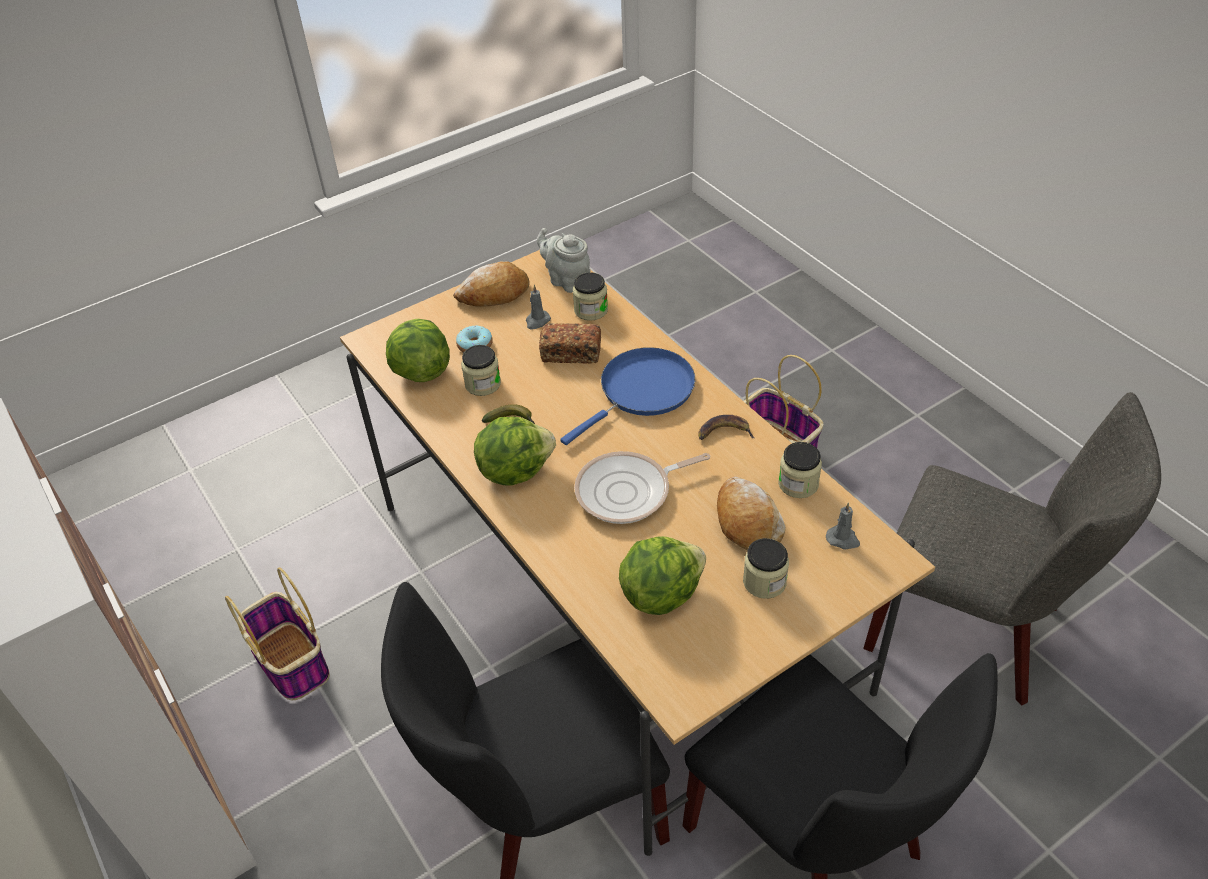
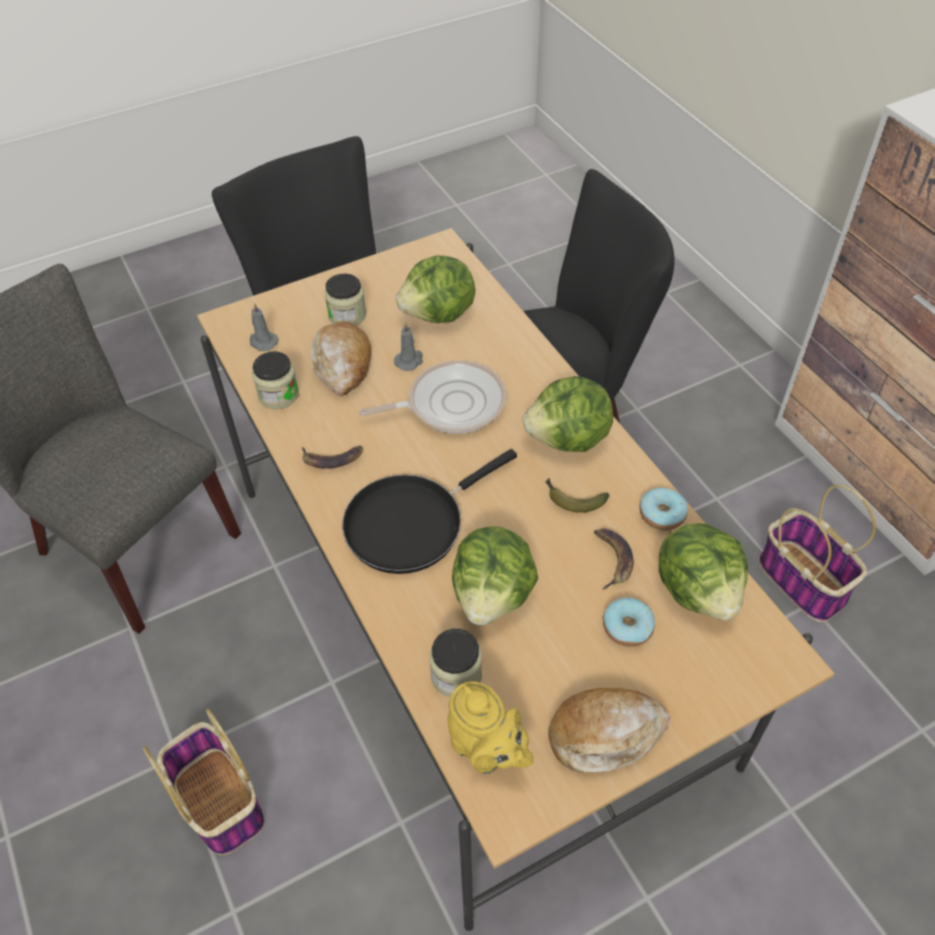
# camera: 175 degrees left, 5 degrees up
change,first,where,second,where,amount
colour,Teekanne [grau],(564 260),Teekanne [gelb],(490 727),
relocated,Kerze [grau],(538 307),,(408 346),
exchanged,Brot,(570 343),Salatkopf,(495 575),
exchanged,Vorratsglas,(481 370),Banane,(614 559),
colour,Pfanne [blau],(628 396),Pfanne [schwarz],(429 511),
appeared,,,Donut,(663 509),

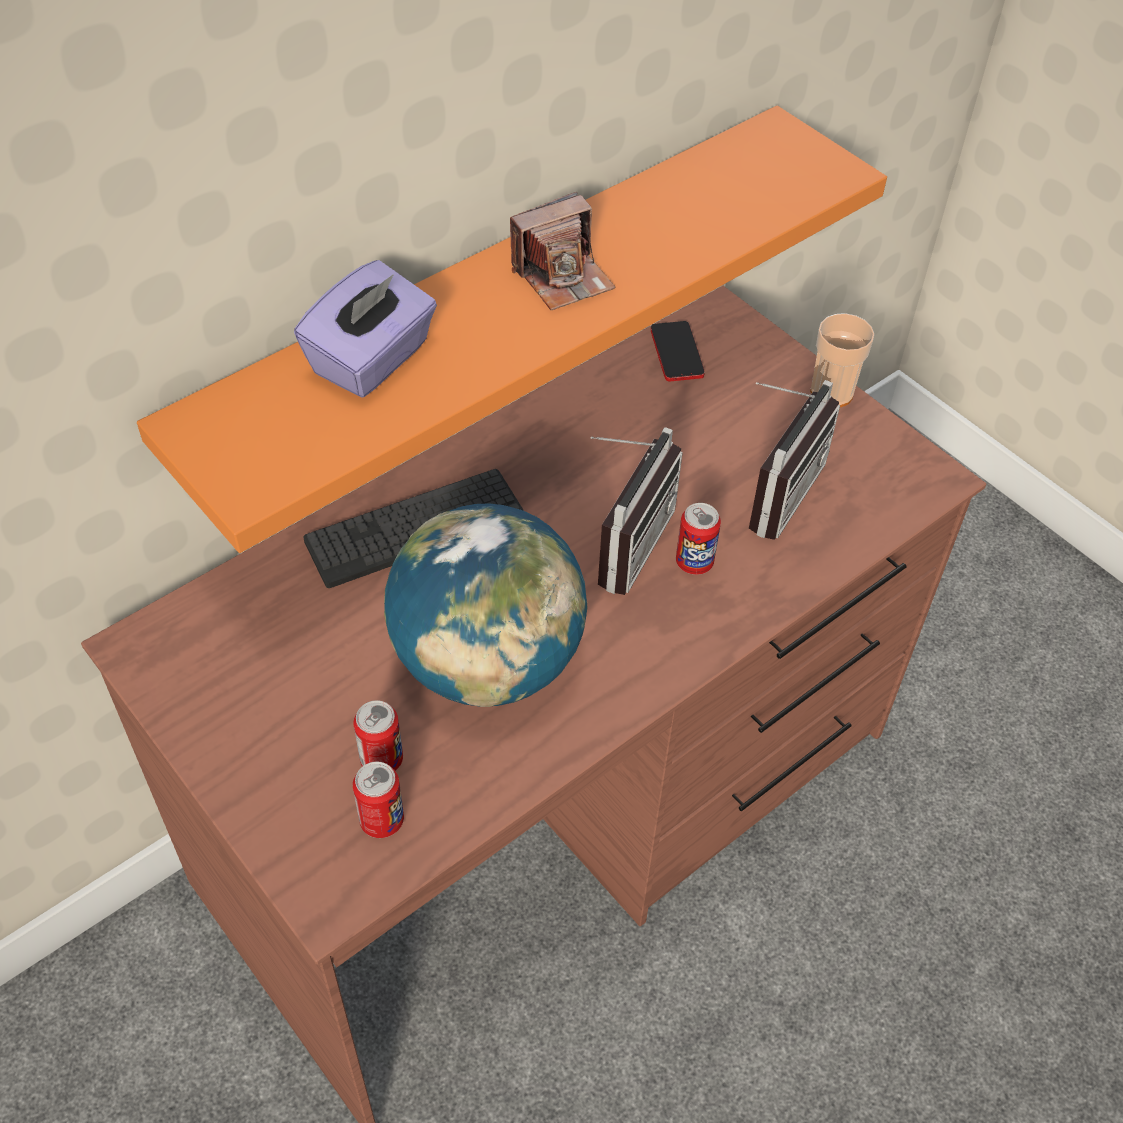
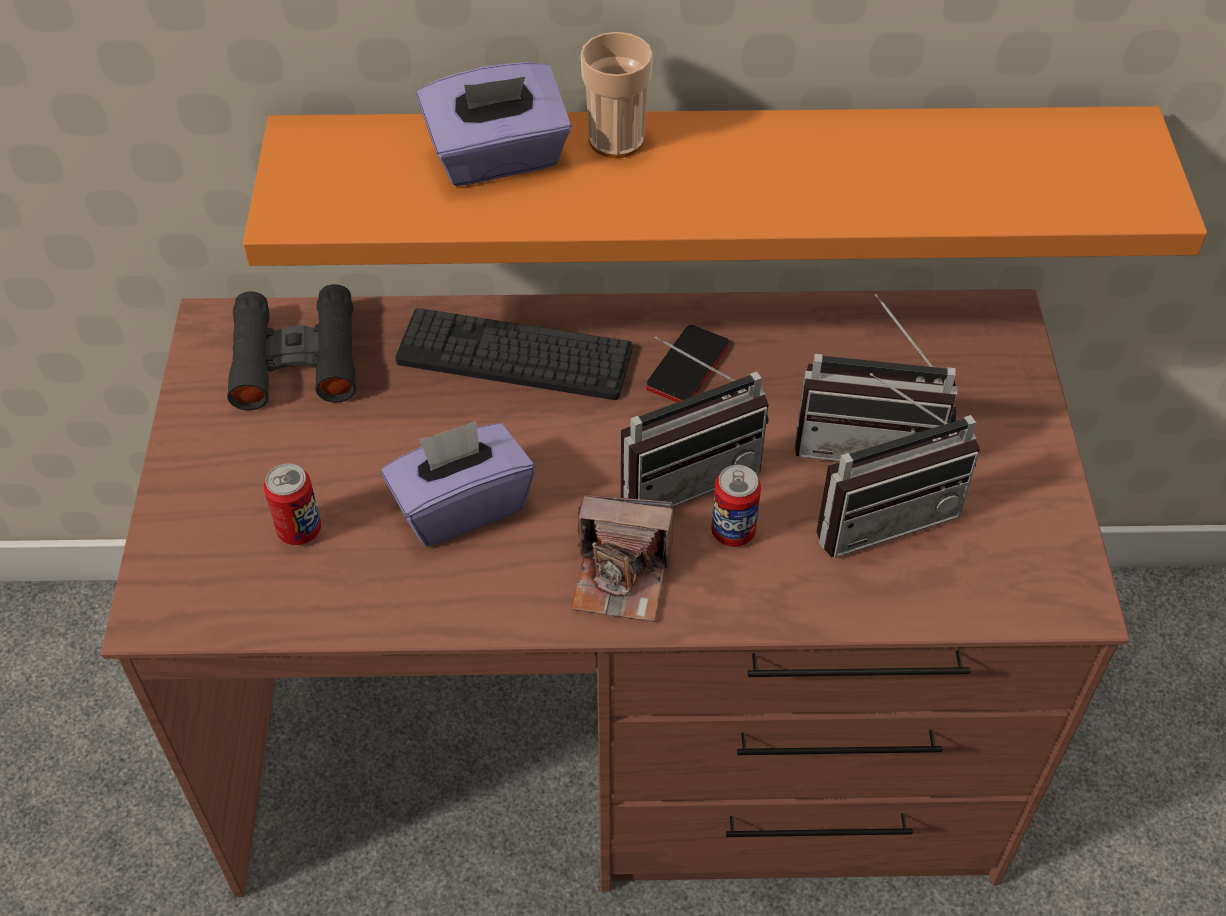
# camera: 40 degrees right, 0 degrees up
change,first,where,second,where,amount
relocated,Kamera,(562 251),,(622 558),
relocated,Tasse,(842 360),,(616 95),
relocated,Handy,(678 351),,(687 363),
exchanged,Globus,(485 605),Taschentuchbox [lila],(458 484),
missing,Dose,(378 800),,,
appeared,,,Fernglas [schwarz],(291 347),
appeared,,,Radio,(875 378),

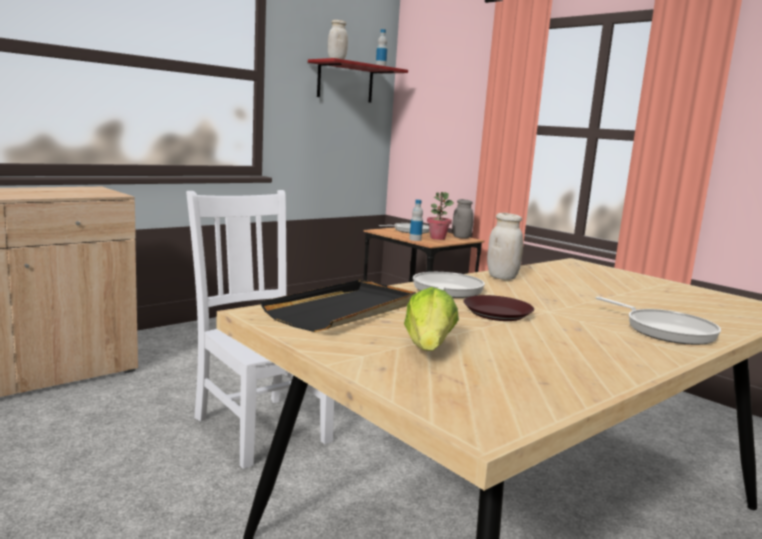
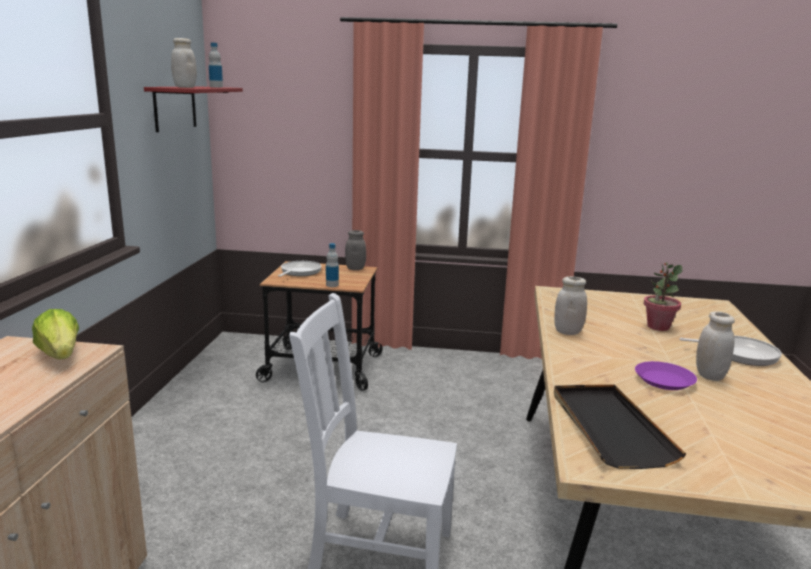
# camera: 40 degrees left, 5 degrees up
change,first,where,second,where,amount
relocated,Topfpflanze,(440 216),,(663 296),
missing,Pfanne,(449 285),,,
relocated,Salatkopf,(431 319),,(55 334),
colour,Teller [braun],(498 308),Teller [lila],(666 375),
appeared,,,Vorratsglas [weiß],(715 346),

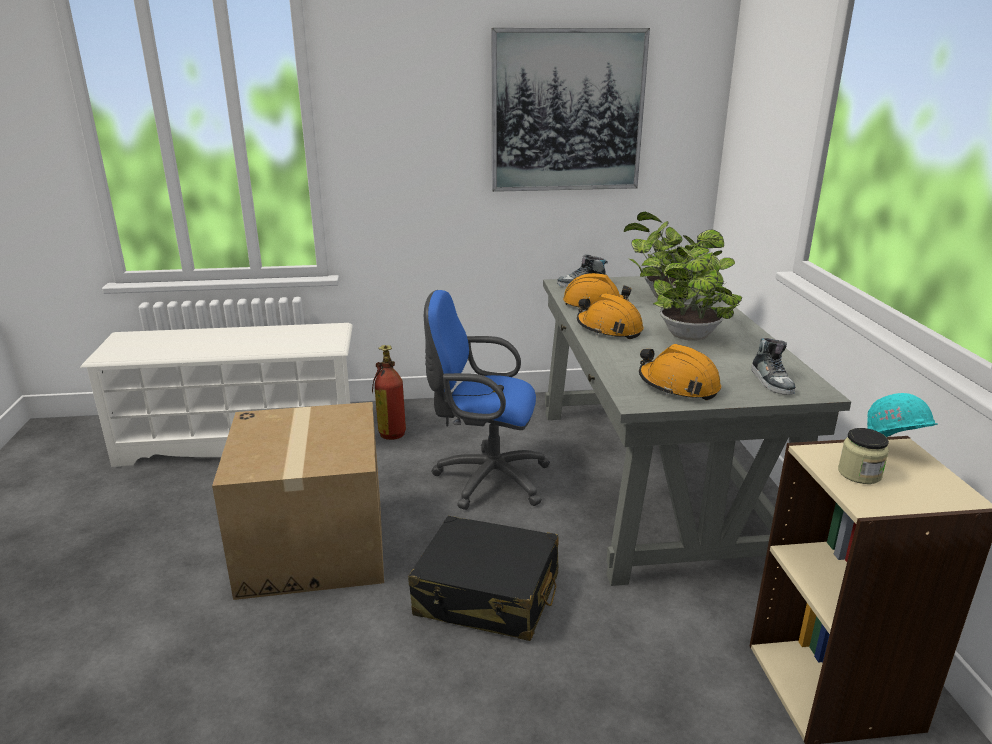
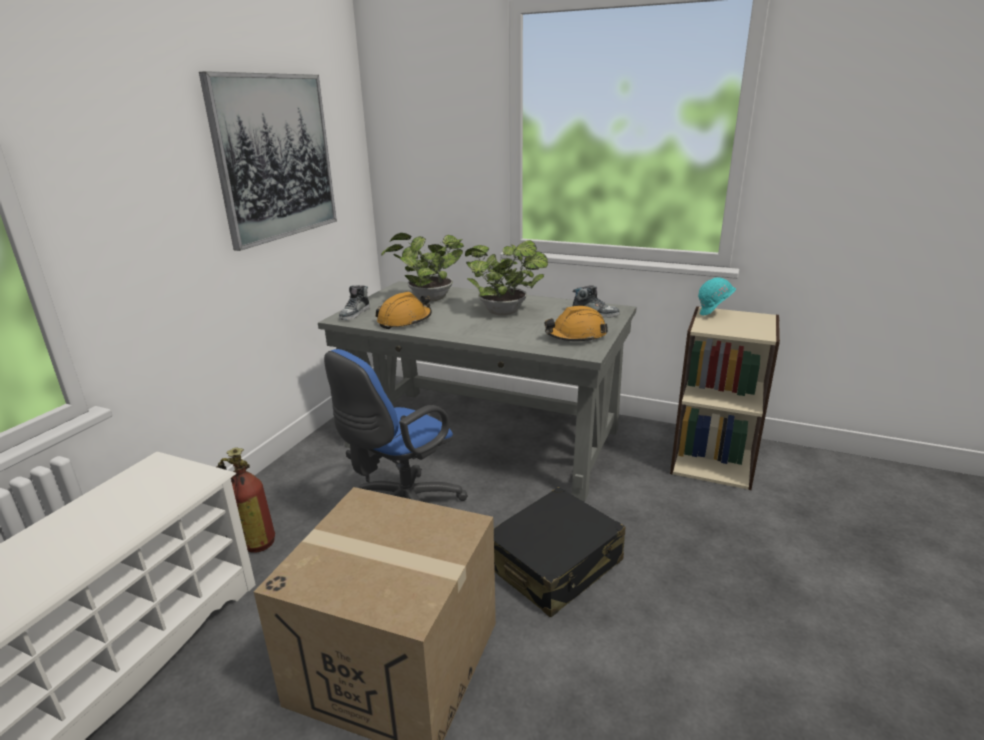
# camera: 60 degrees left, 0 degrees up
change,first,where,second,where,amount
missing,Schutzhelm [orange],(610 316),,,
missing,Vorratsglas,(863 456),,,

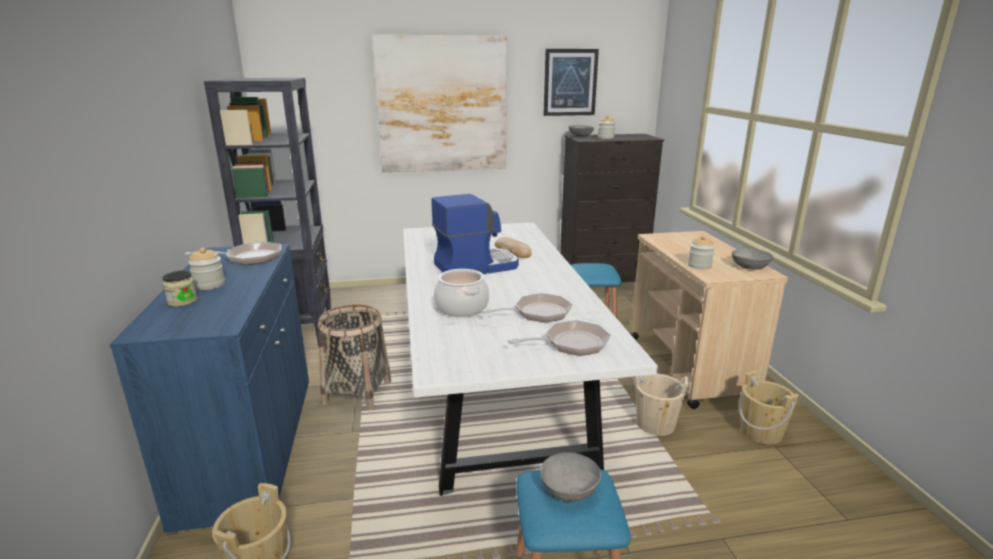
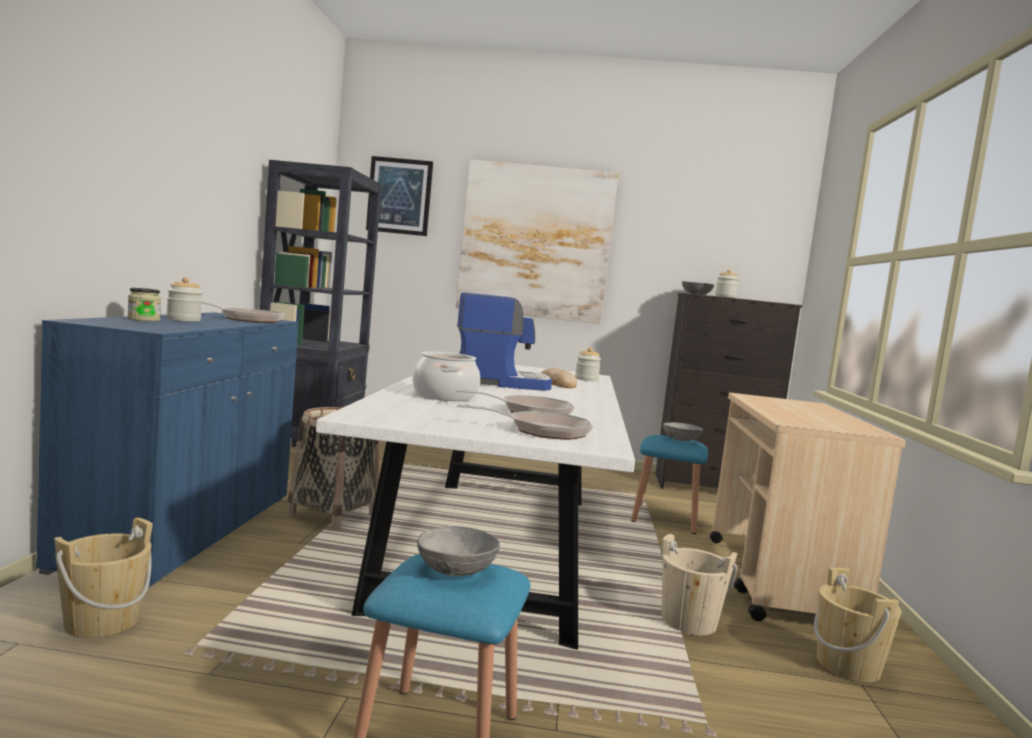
# camera: 15 degrees right, 15 degrees down
change,first,where,second,where,amount
relocated,Bild,(571 82),,(399 196),
relocated,Vorratsglas,(701 252),,(588 364),
relocated,Schüssel [grau],(752 258),,(683 431),

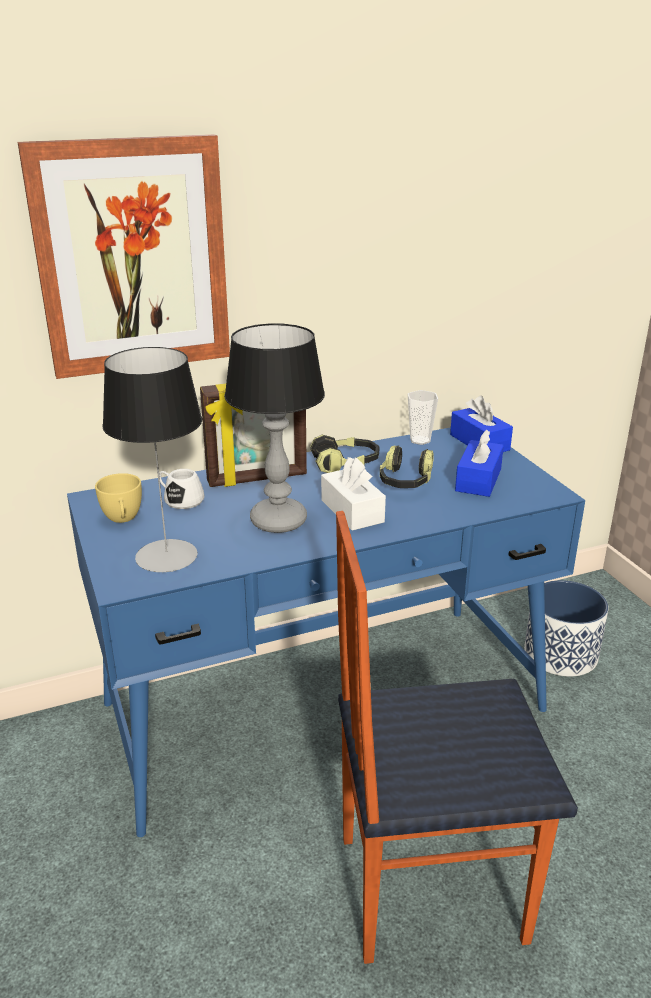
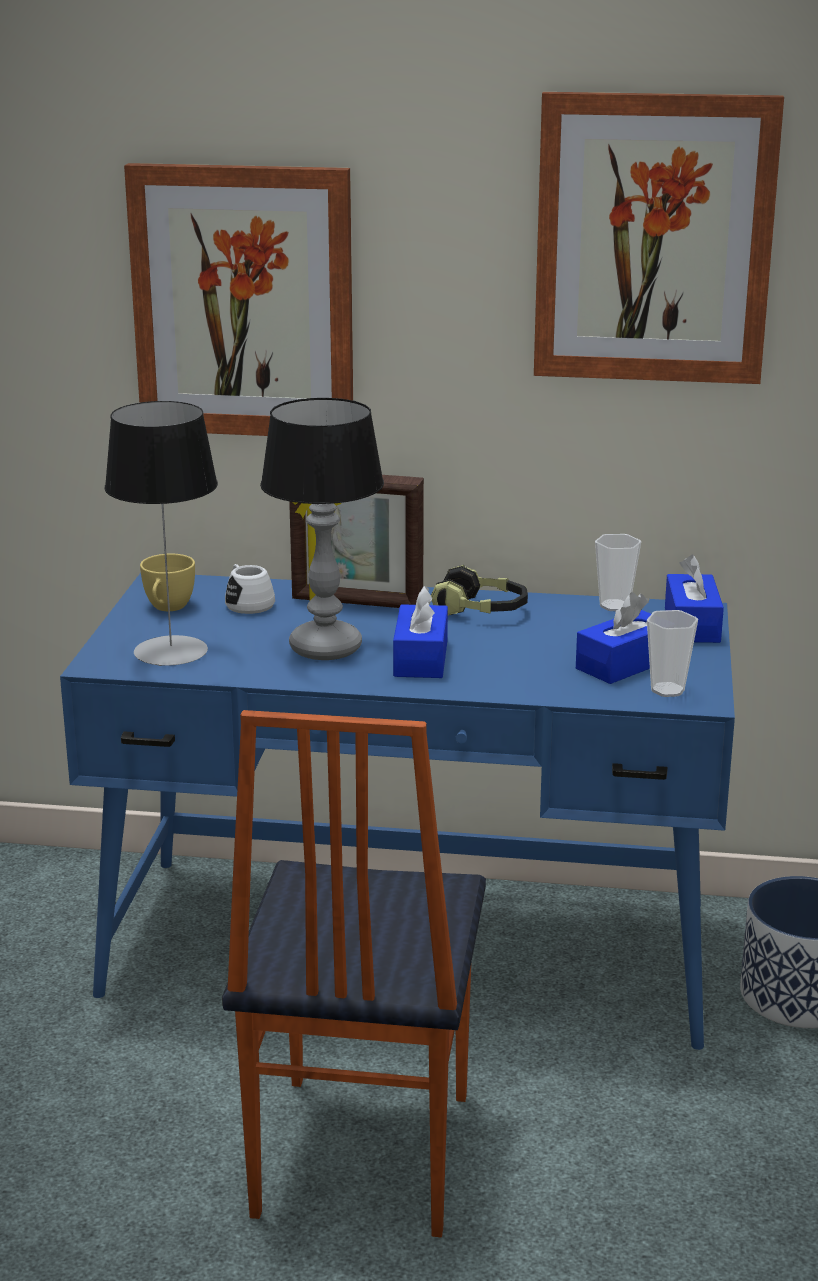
# camera: 30 degrees right, 5 degrees down
change,first,where,second,where,amount
missing,Kopfhörer,(407 466),,,
colour,Taschentuchbox [weiß],(353 494),Taschentuchbox [blau],(420 632),
spun,Stuhl,(457 737),,(354 973),105 degrees counterclockwise
appeared,,,Bild,(659 238),
appeared,,,Tasse,(672 653),

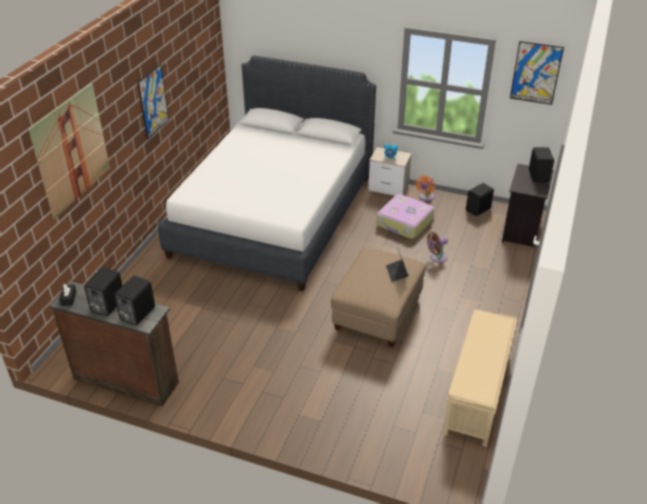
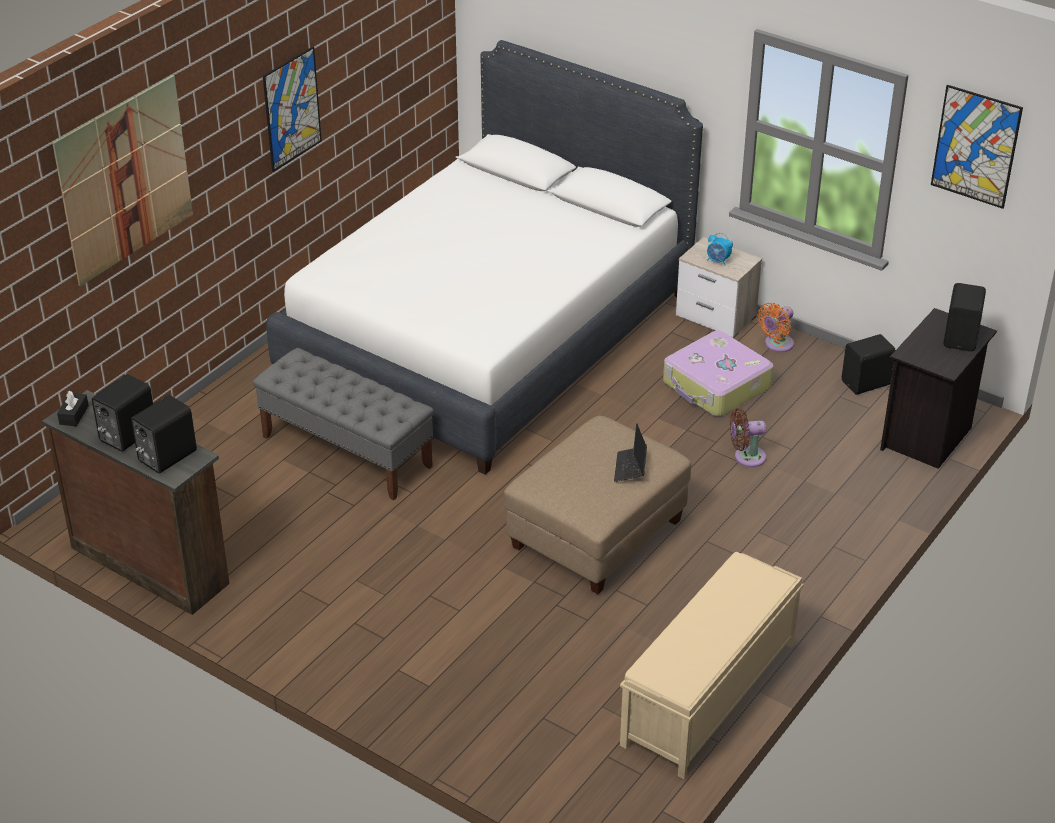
# camera: 15 degrees right, 0 degrees up
change,first,where,second,where,amount
appeared,,,Bank [grau],(343 424),

